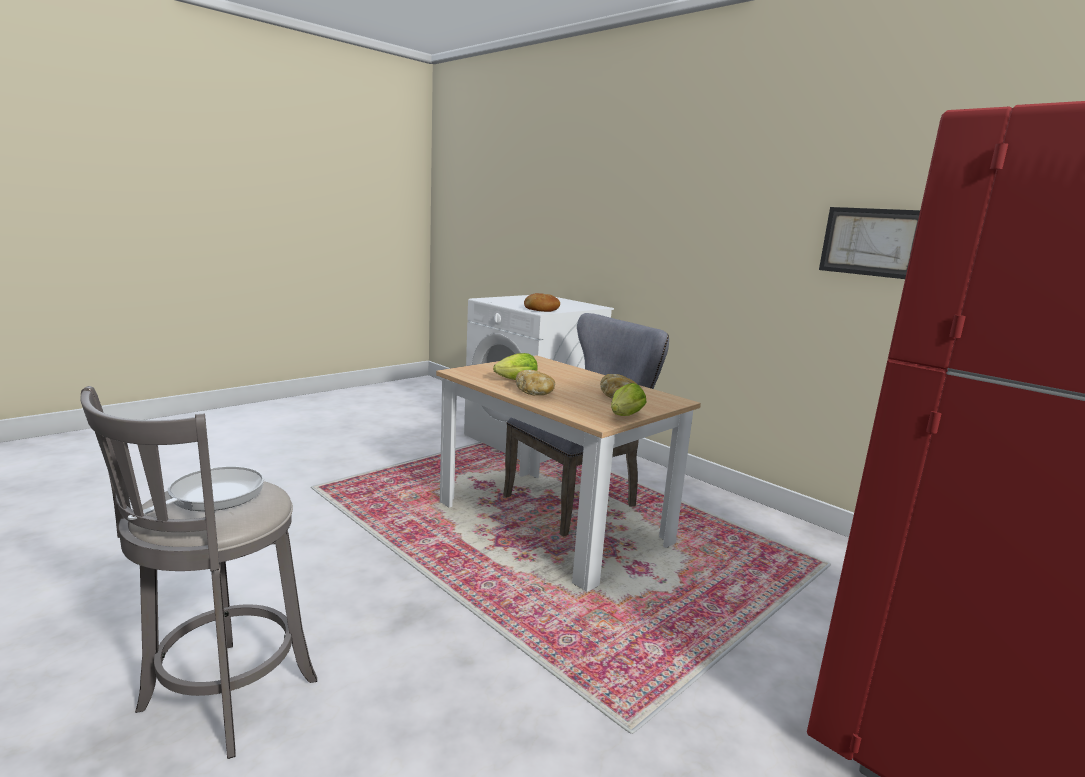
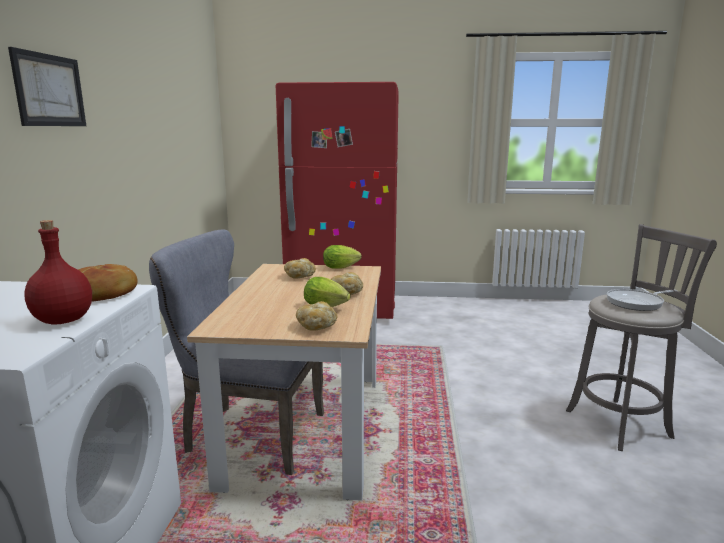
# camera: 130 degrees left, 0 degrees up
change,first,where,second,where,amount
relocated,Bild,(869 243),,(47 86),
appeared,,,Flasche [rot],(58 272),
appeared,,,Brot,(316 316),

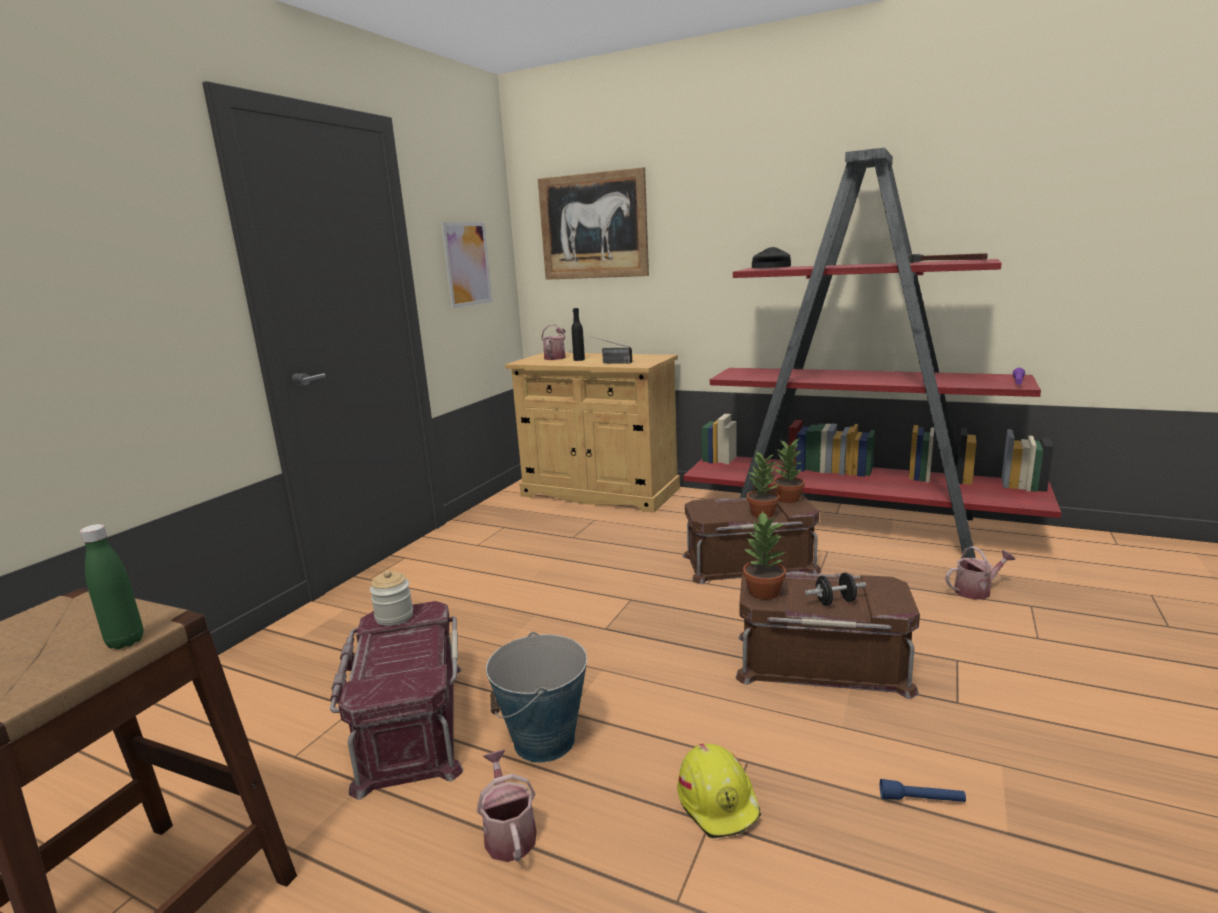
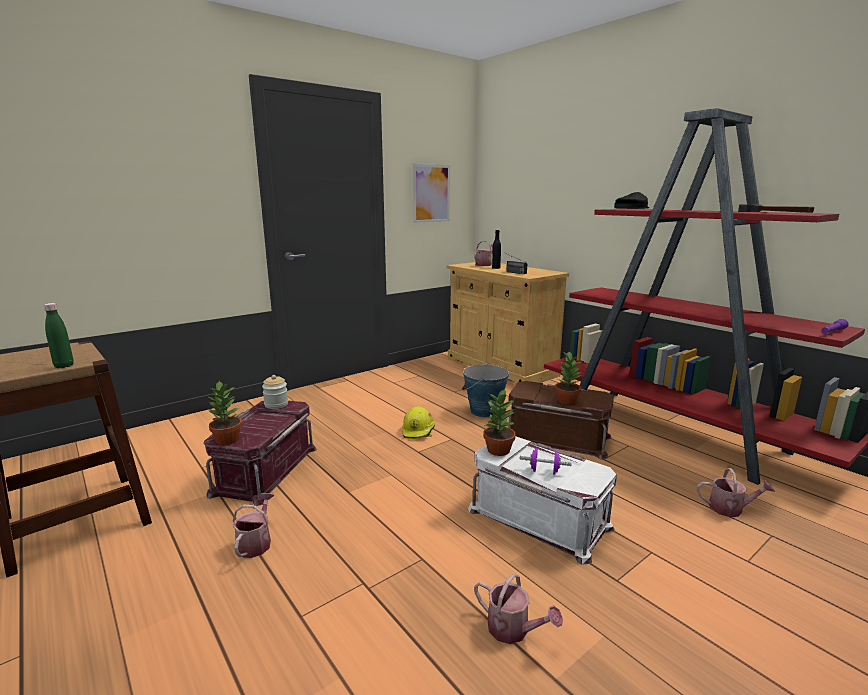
# camera: 25 degrees right, 0 degrees up
change,first,where,second,where,amount
missing,Bild,(593 223),,,
relocated,Topfpflanze,(789 471),,(224 413),
colour,Aufbewahrungsbox [braun],(827 635),Aufbewahrungsbox [weiß],(542 501),
colour,Hantel [schwarz],(835 588),Hantel [lila],(546 461),
relocated,Eimer,(536 697),,(485 390),
relocated,Schutzhelm [gelb],(719 791),,(418 422),
exchanged,Taschenlampe [blau],(923 790),Gießkanne,(518 609),

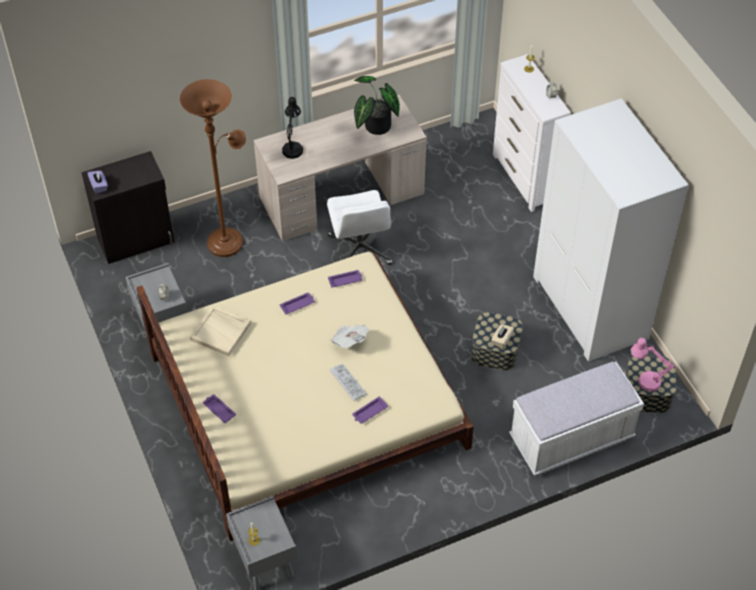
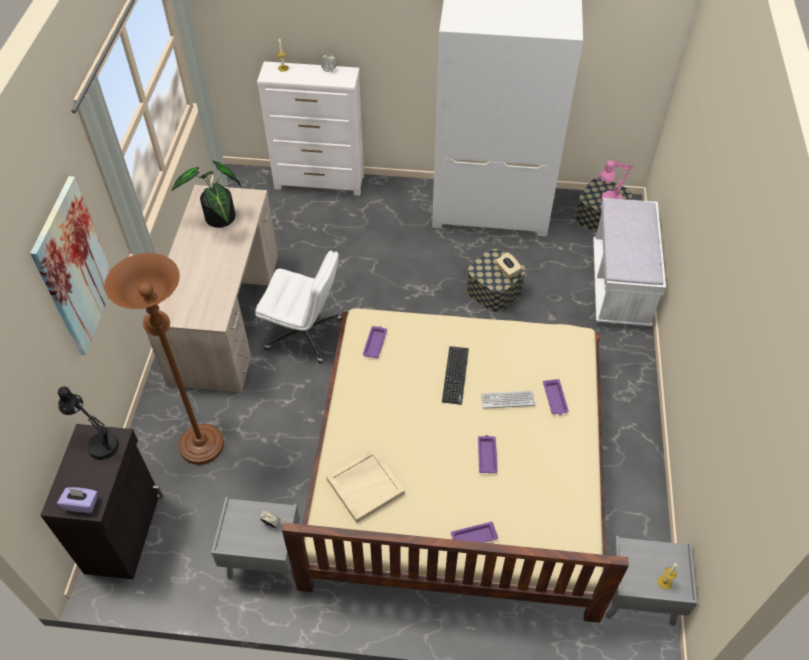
# camera: 60 degrees left, 0 degrees up
change,first,where,second,where,amount
relocated,Tischlampe [schwarz],(292 128),,(88 423),
relocated,Tablett [lila],(297 303),,(487 454),
exchanged,Zeitung,(350 336),Tastatur,(455 375),
appeared,,,Bild,(70 265),

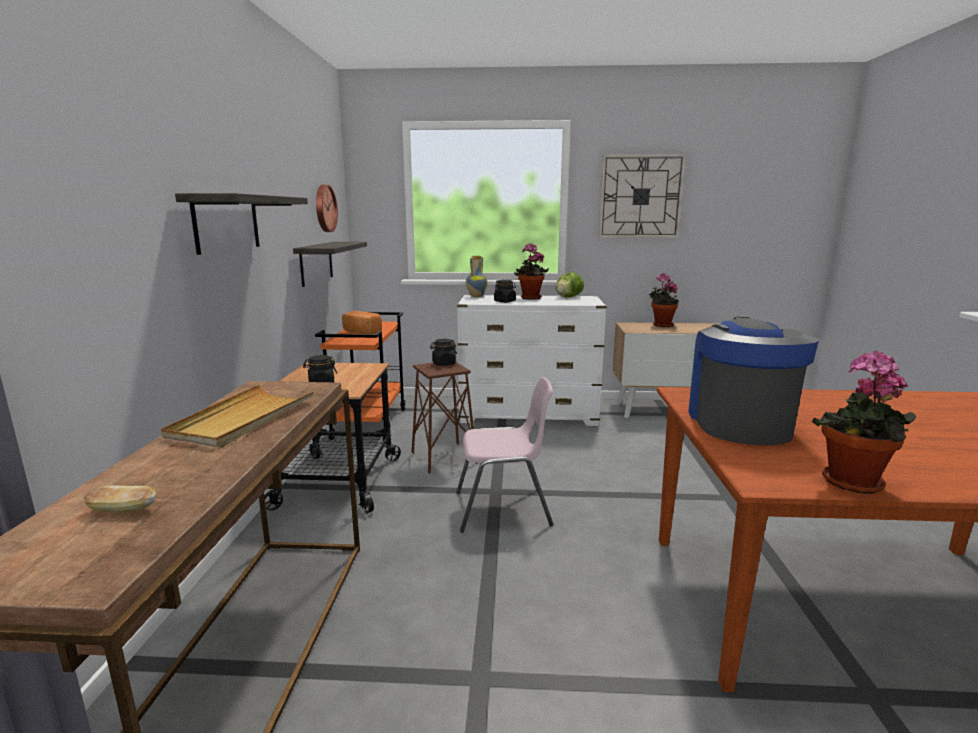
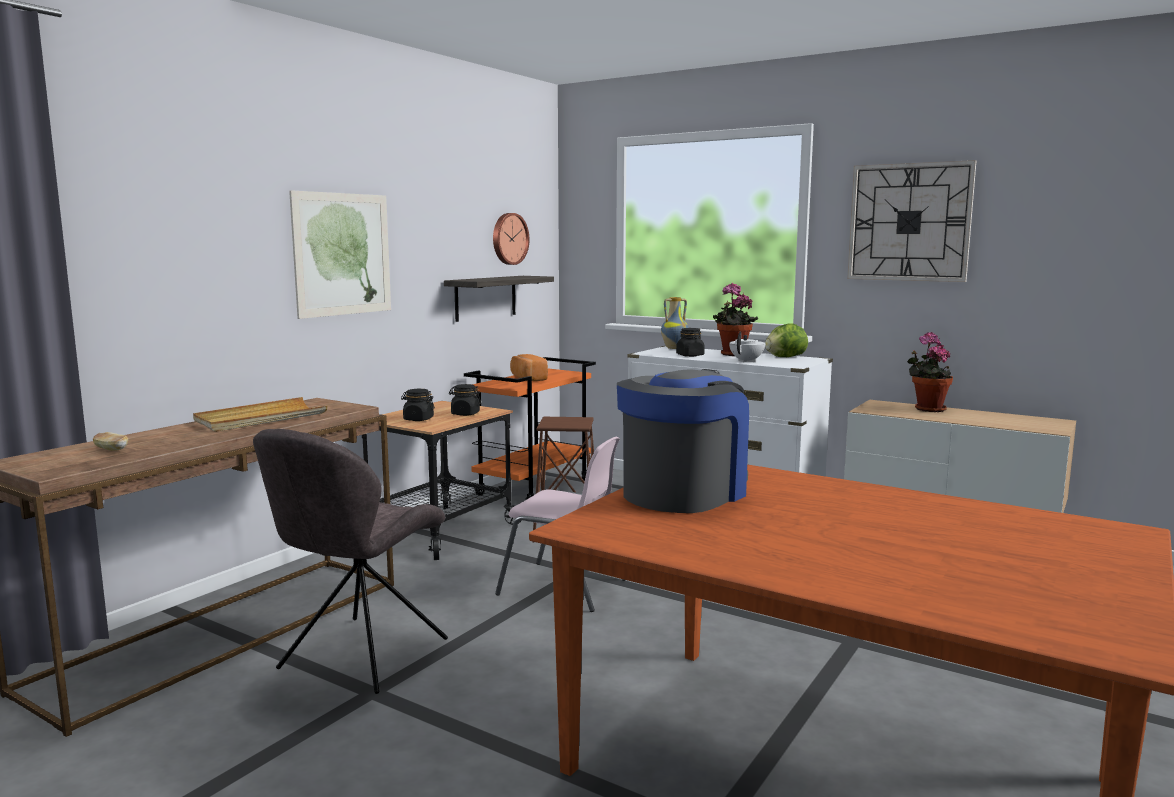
# camera: 30 degrees right, 5 degrees down
change,first,where,second,where,amount
exchanged,Wandregal,(241 224),Bild,(340 254),
relocated,Vorratsglas [schwarz],(443 352),,(465 400),
missing,Topfpflanze,(864 422),,,
appeared,,,Teekanne [weiß],(747 347),
appeared,,,Stuhl [grau],(350 561),

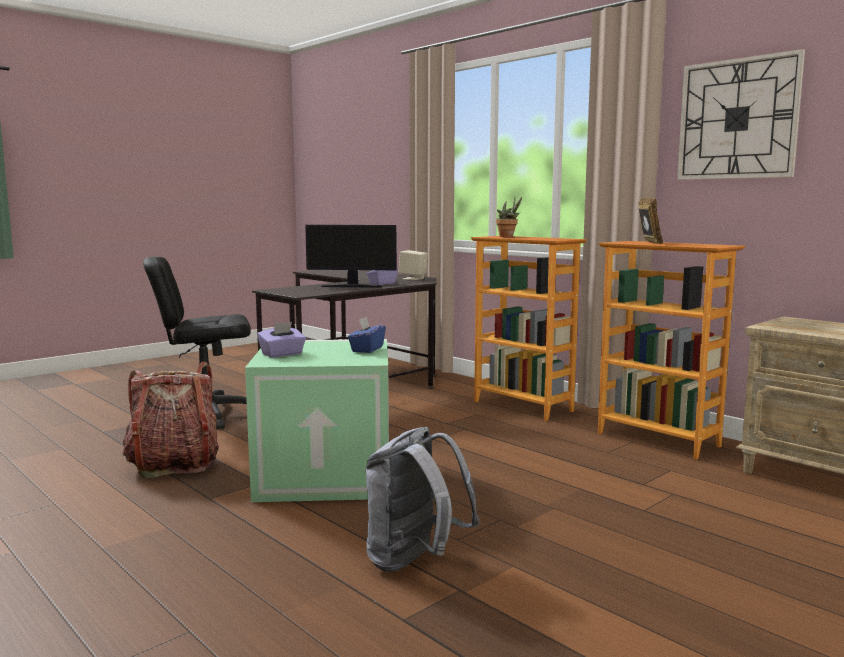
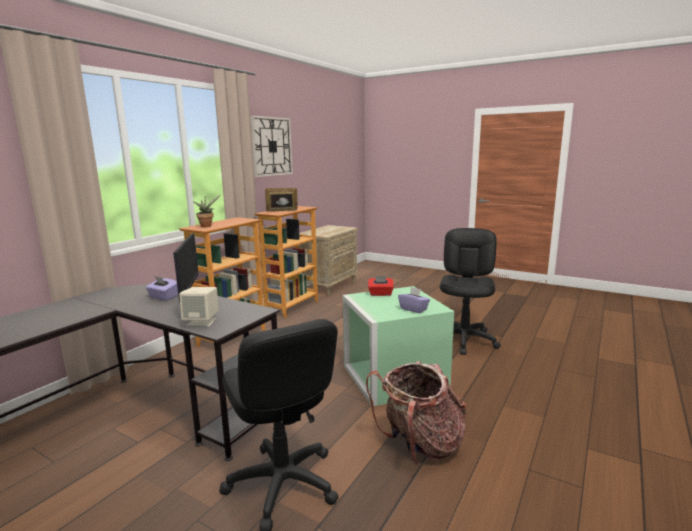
# camera: 105 degrees left, 5 degrees up
change,first,where,second,where,amount
relocated,Lautsprecher [beige],(413 265),,(198 307),
colour,Taschentuchbox [blau],(367 335),Taschentuchbox [rot],(381 286),
exchanged,Rucksack [grau],(422 499),Bürostuhl [schwarz],(470 291),

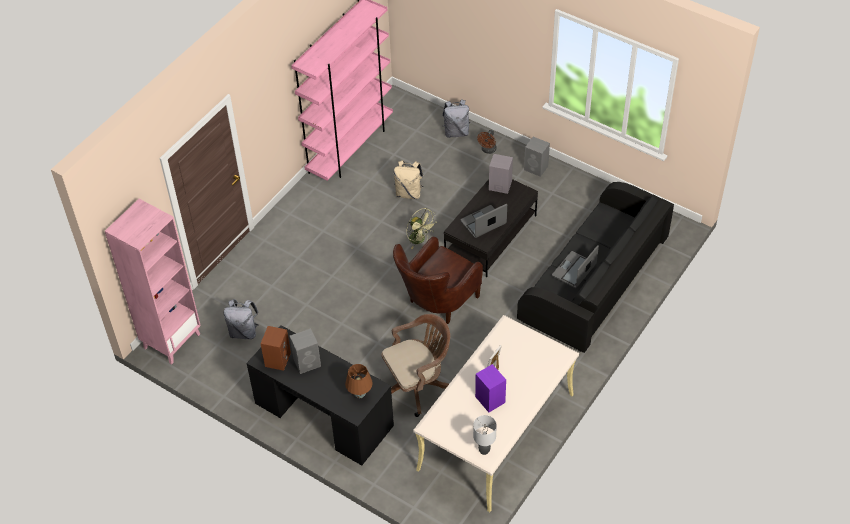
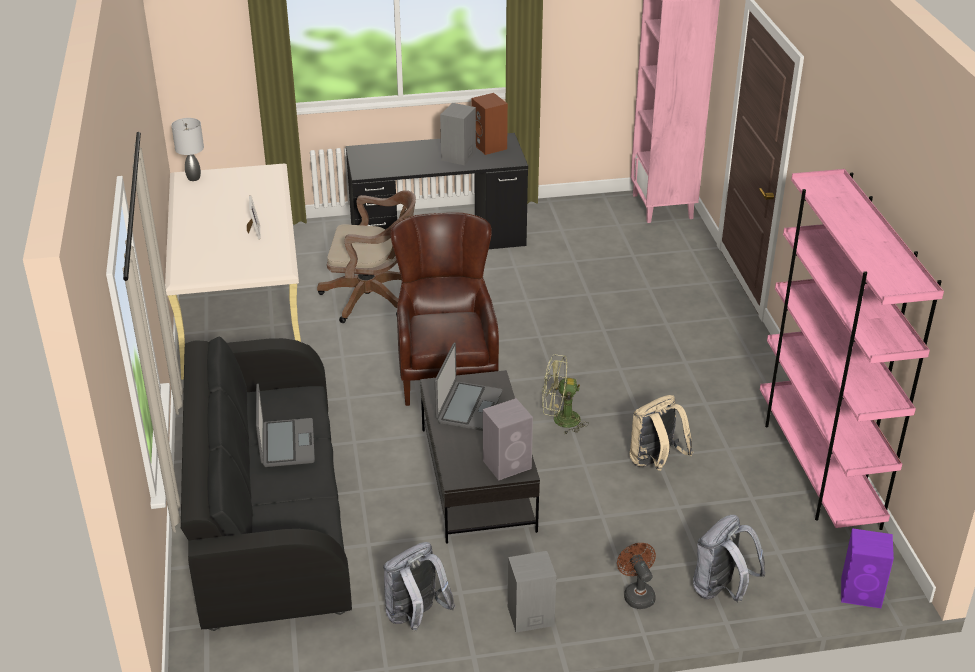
# camera: 135 degrees right, 15 degrees down
change,first,where,second,where,amount
relocated,Rucksack [grau],(241 319),,(419 587),
spun,Bürostuhl [braun],(415 365),,(366 256),105 degrees counterclockwise
missing,Tischlampe [braun],(359 381),,,
relocated,Lautsprecher [lila],(490 388),,(867 568),

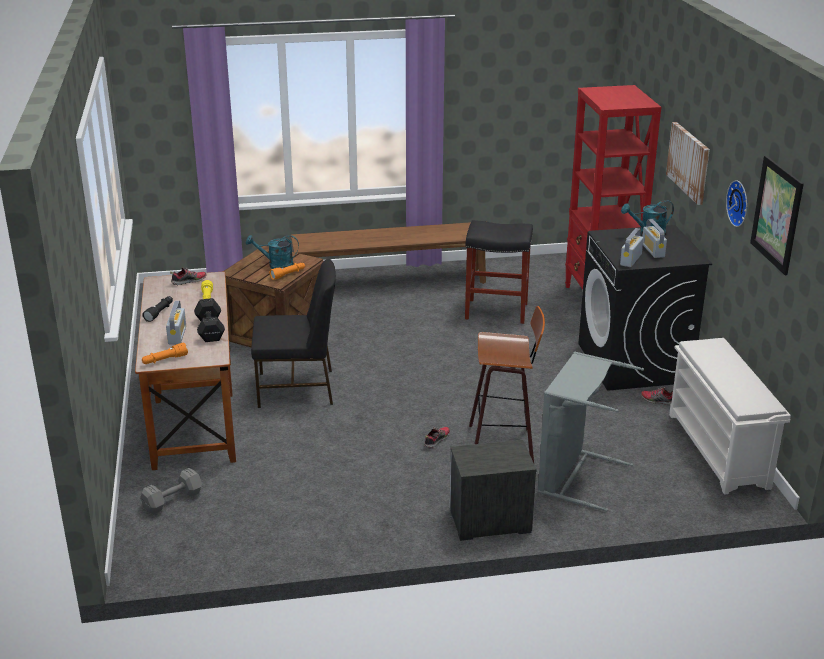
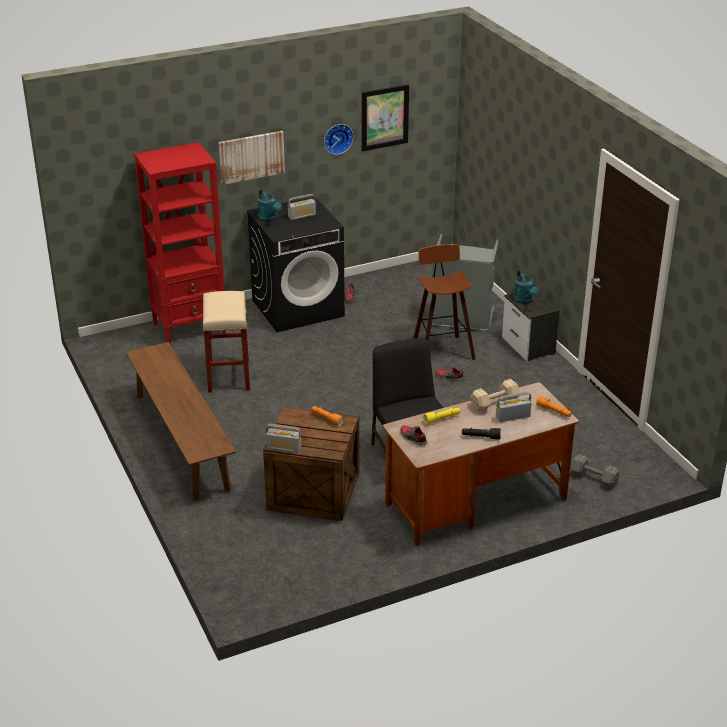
# camera: 105 degrees left, 5 degrees up
change,first,where,second,where,amount
colour,Hocker [schwarz],(499 272),Hocker [beige],(226 342),
relocated,Radio,(632 247),,(283 438),
relocated,Gießkanne [türkis],(272 252),,(526 287),
colour,Hantel [schwarz],(209 320),Hantel [beige],(495 395),
missing,Schuhregal [weiß],(730 416),,,

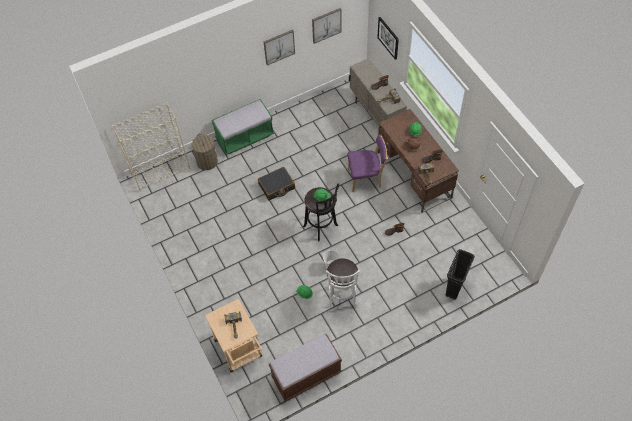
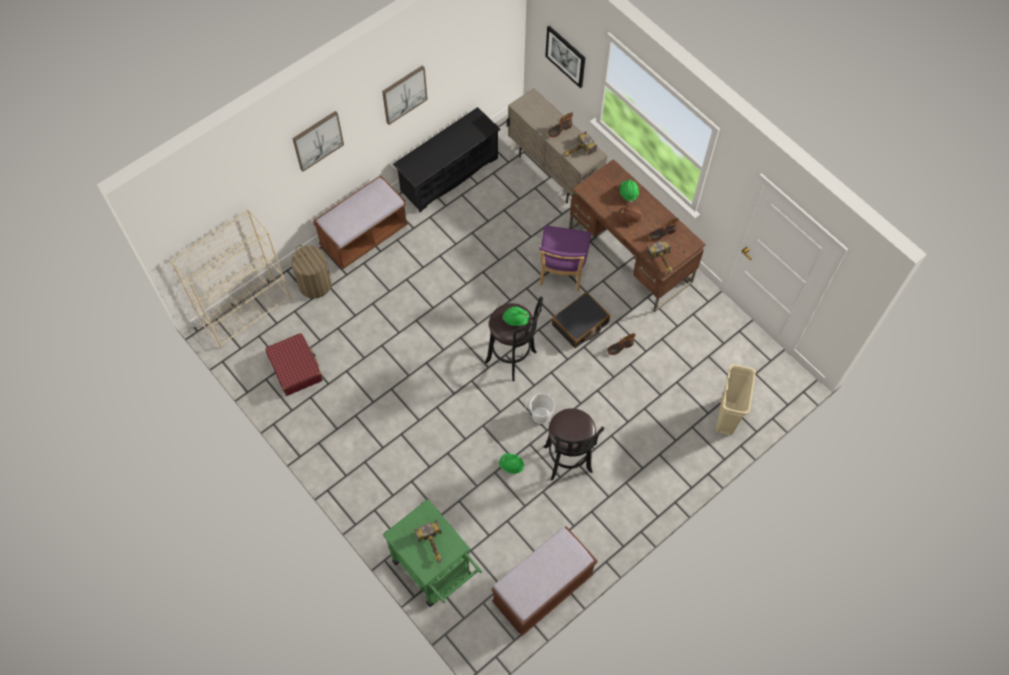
# camera: 15 degrees left, 5 degrees up
change,first,where,second,where,amount
relocated,Bild,(326 26),,(318 141),
colour,Bank [grün],(243 127),Bank [braun],(360 222),
spun,Stuhl [lila],(367 163),,(565 258),120 degrees clockwise
relocated,Koffer [schwarz],(276 183),,(581 320),
colour,Mülleimer [schwarz],(460 274),Mülleimer [beige],(736 400),
colour,Hocker [weiß],(343 282),Hocker [schwarz],(574 444),
colour,Rollwagen [beige],(233 335),Rollwagen [grün],(432 553),
appeared,,,Schuhregal [schwarz],(447 160),
appeared,,,Koffer [rot],(293 364),

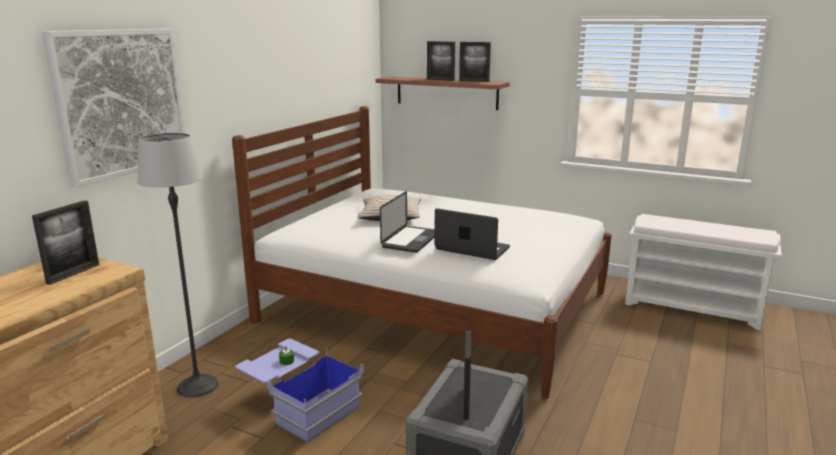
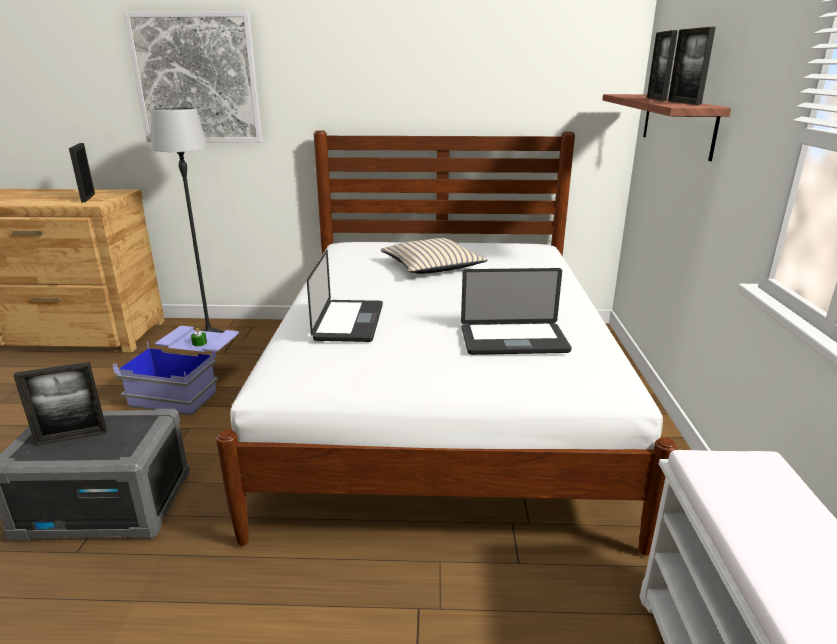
# camera: 65 degrees right, 5 degrees up
change,first,where,second,where,amount
relocated,Laptop,(407 222),,(516 311),
spun,Bilderrahmen,(65 242),,(82 172),75 degrees clockwise

